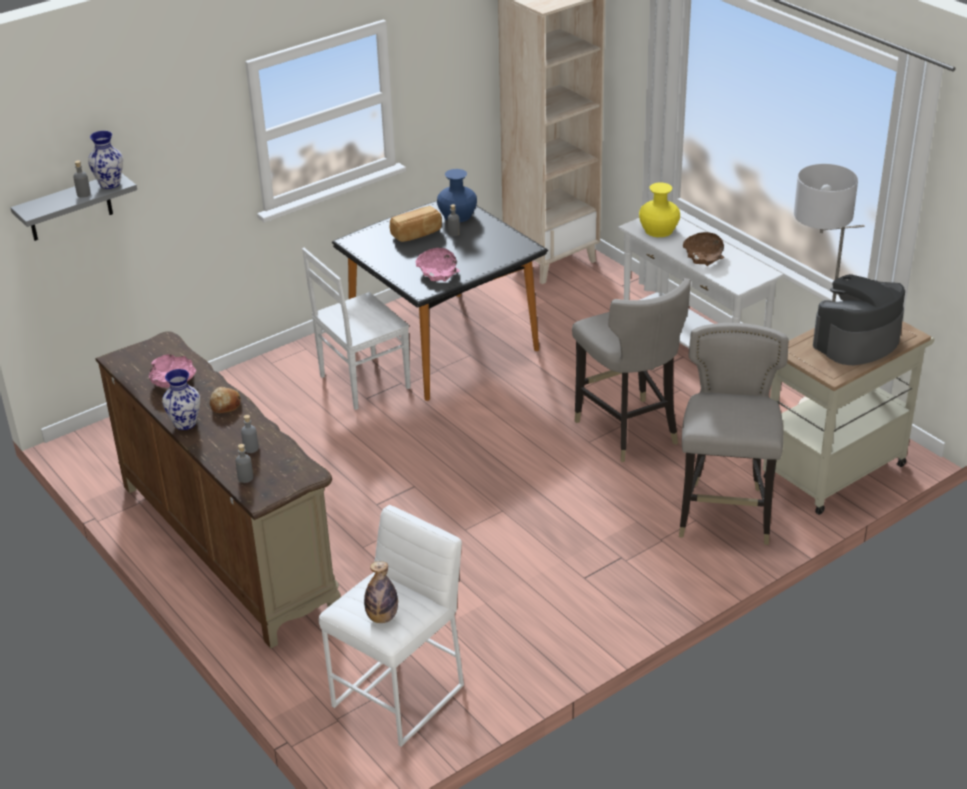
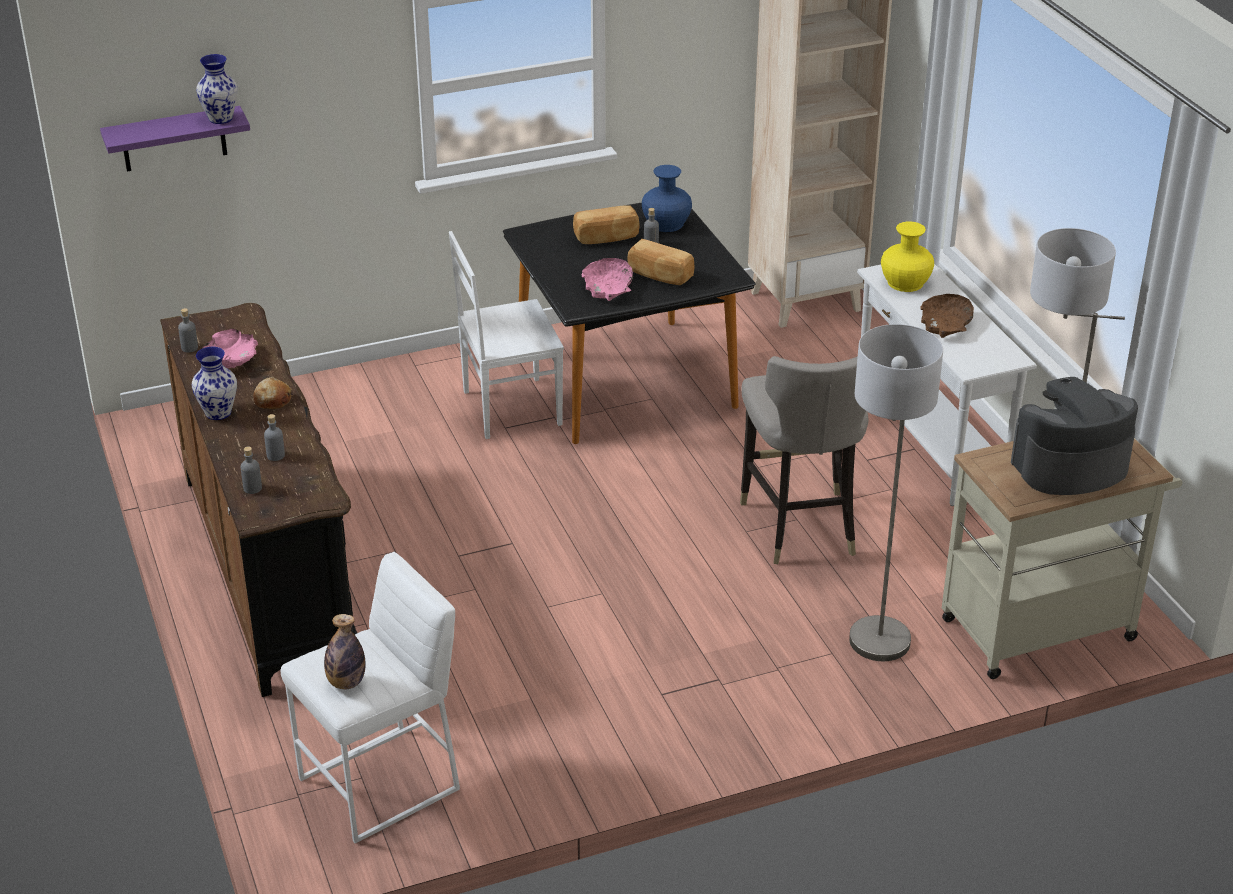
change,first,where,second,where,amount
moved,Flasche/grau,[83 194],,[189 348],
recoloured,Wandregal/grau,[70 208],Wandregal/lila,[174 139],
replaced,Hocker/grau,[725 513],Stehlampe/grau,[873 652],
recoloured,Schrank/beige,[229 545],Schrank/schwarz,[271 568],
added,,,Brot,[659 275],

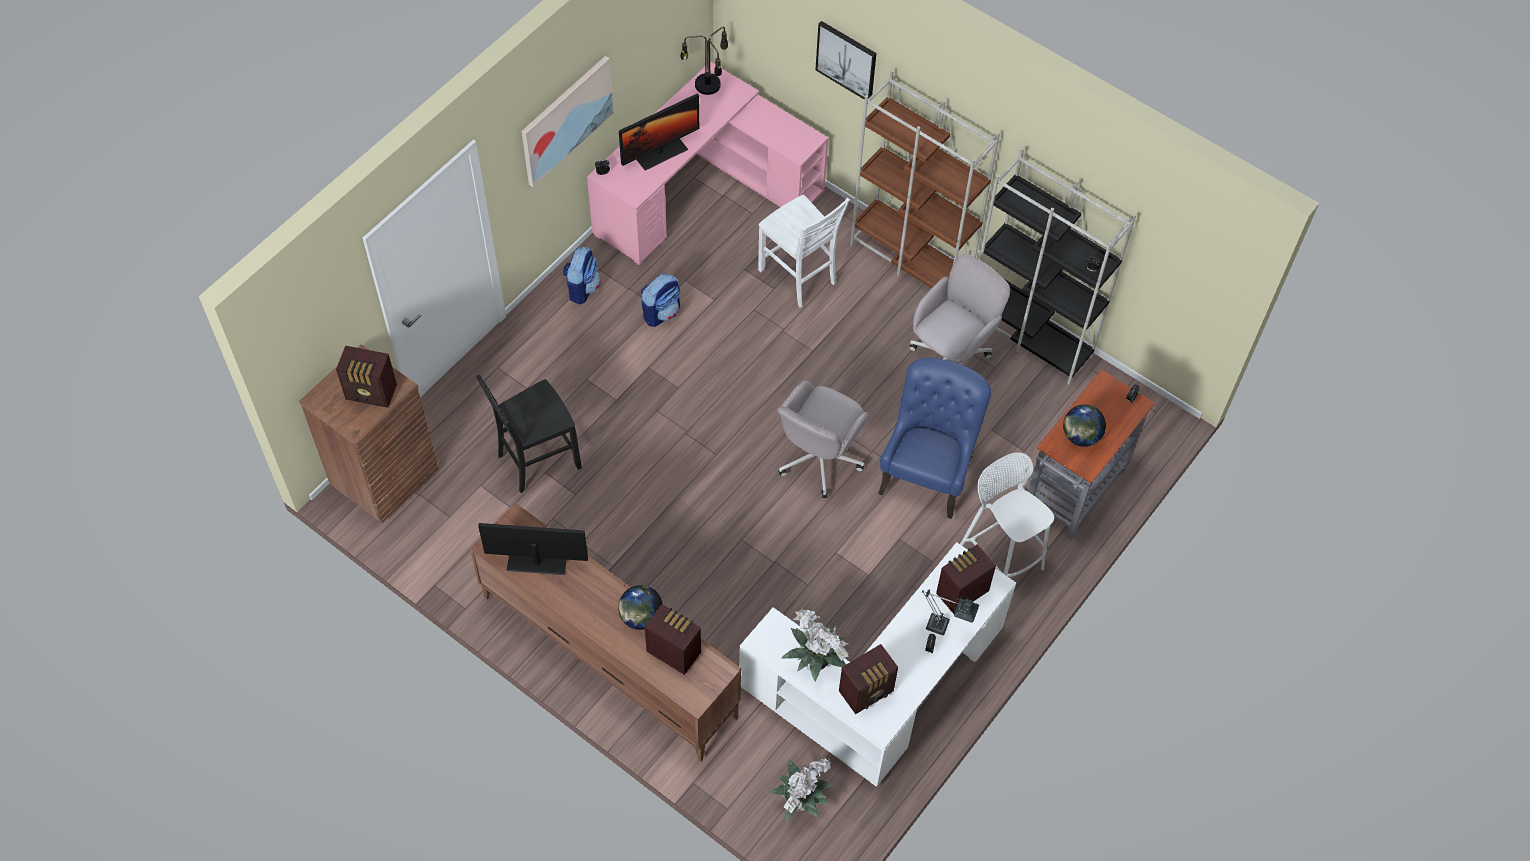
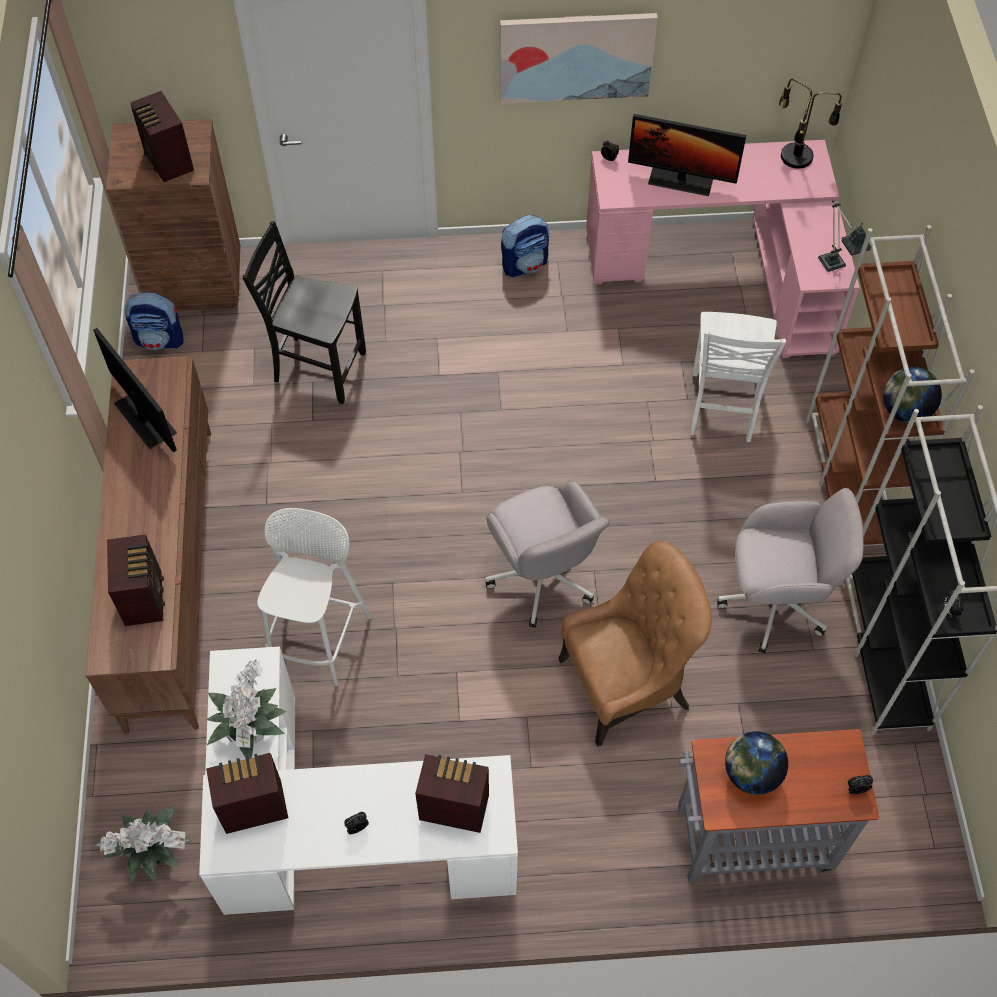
change,first,where,second,where,amount
removed,Bild,[846 60],,,
moved,Rucksack,[661 312],,[160 339],
recoloured,Stuhl/blau,[927 473],Stuhl/braun,[626 684],
turned,Bürostuhl/grau,[819 461],,[541 580],105 degrees counterclockwise
moved,Hocker/weiß,[1001 556],,[317 639],
moved,Globus,[641 617],,[904 411],
moved,Tischlampe,[943 626],,[834 267],
turned,Radio,[867 691],,[252 806],150 degrees clockwise

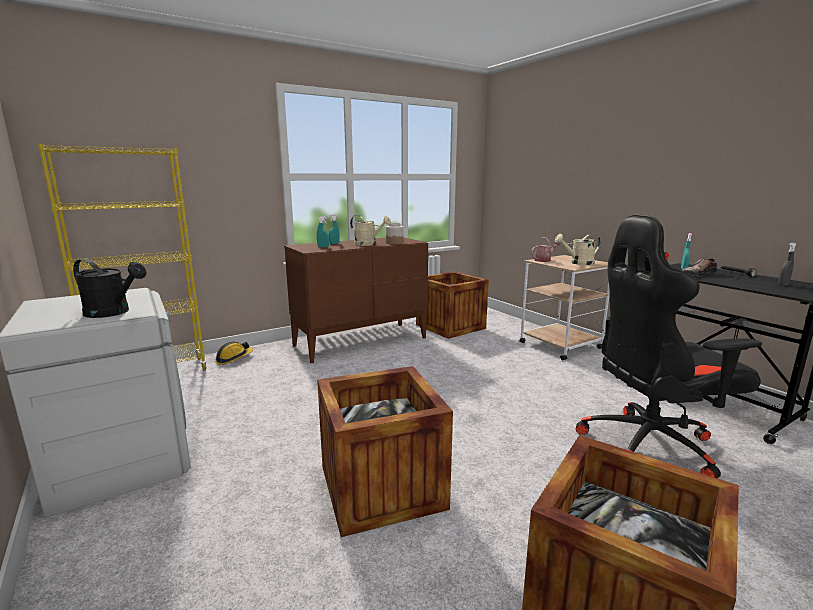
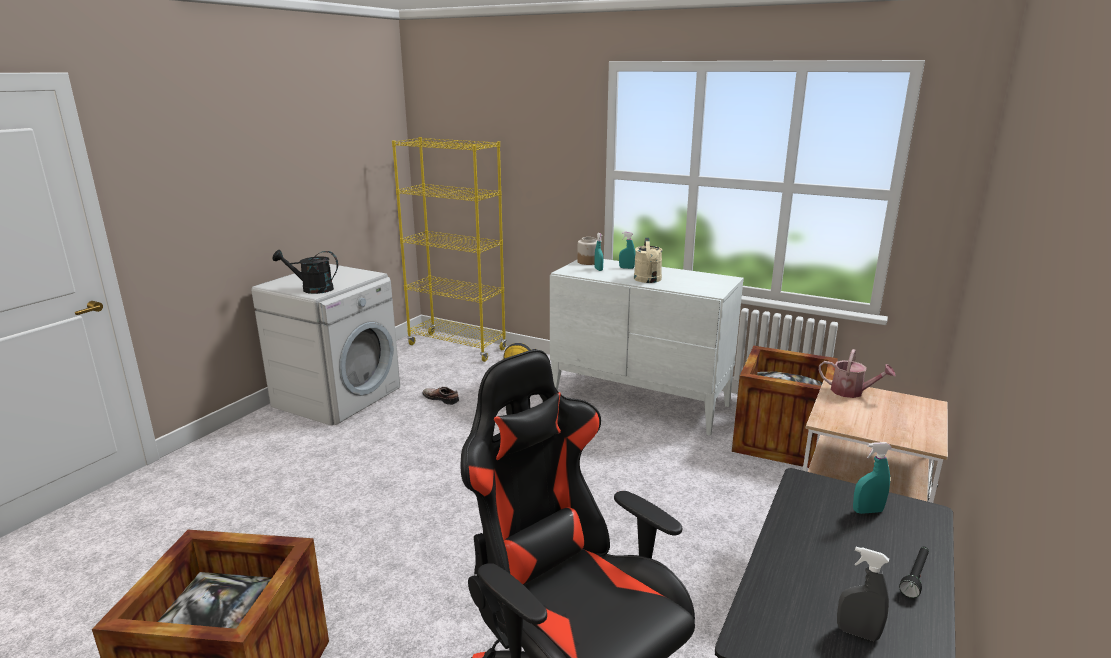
change,first,where,second,where,amount
moved,Vorratsglas,[394 243],,[588 262],
removed,Gießkanne/beige,[578 263],,,
recoloured,Schrank/braun,[361 342],Schrank/weiß,[639 401],
moved,Schuh,[697 273],,[442 398],
turned,Gießkanne/schwarz,[113 313],,[312 289],105 degrees clockwise
removed,Kiste,[381 487],,,

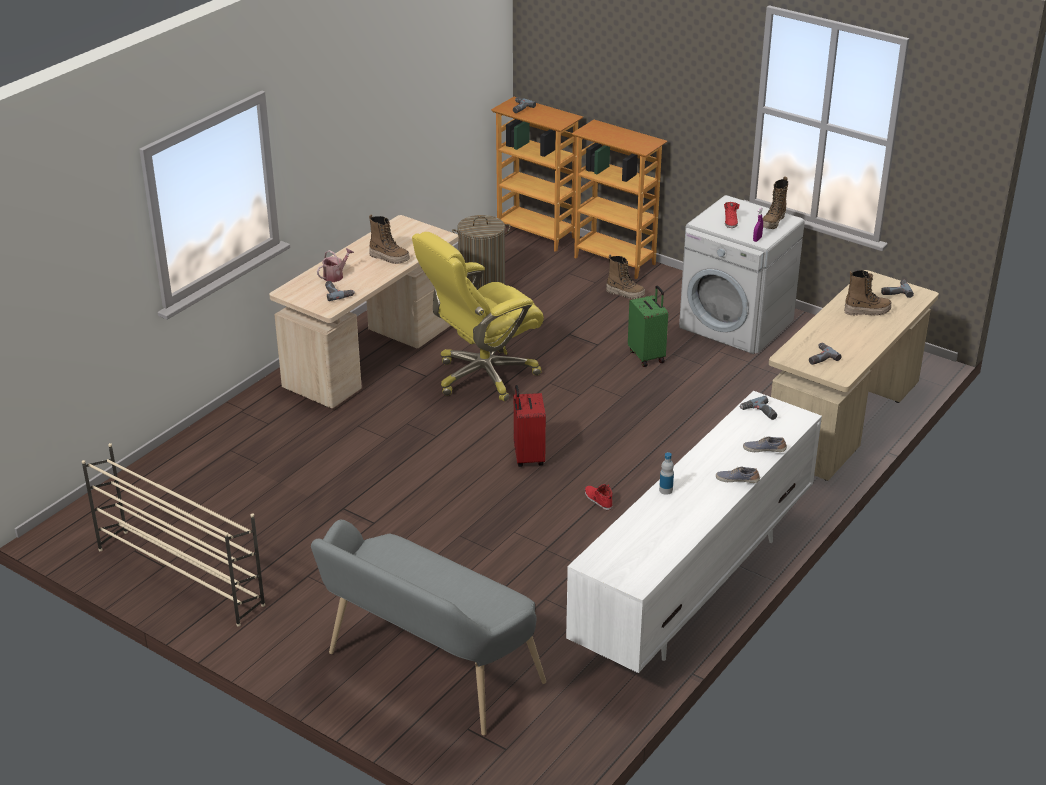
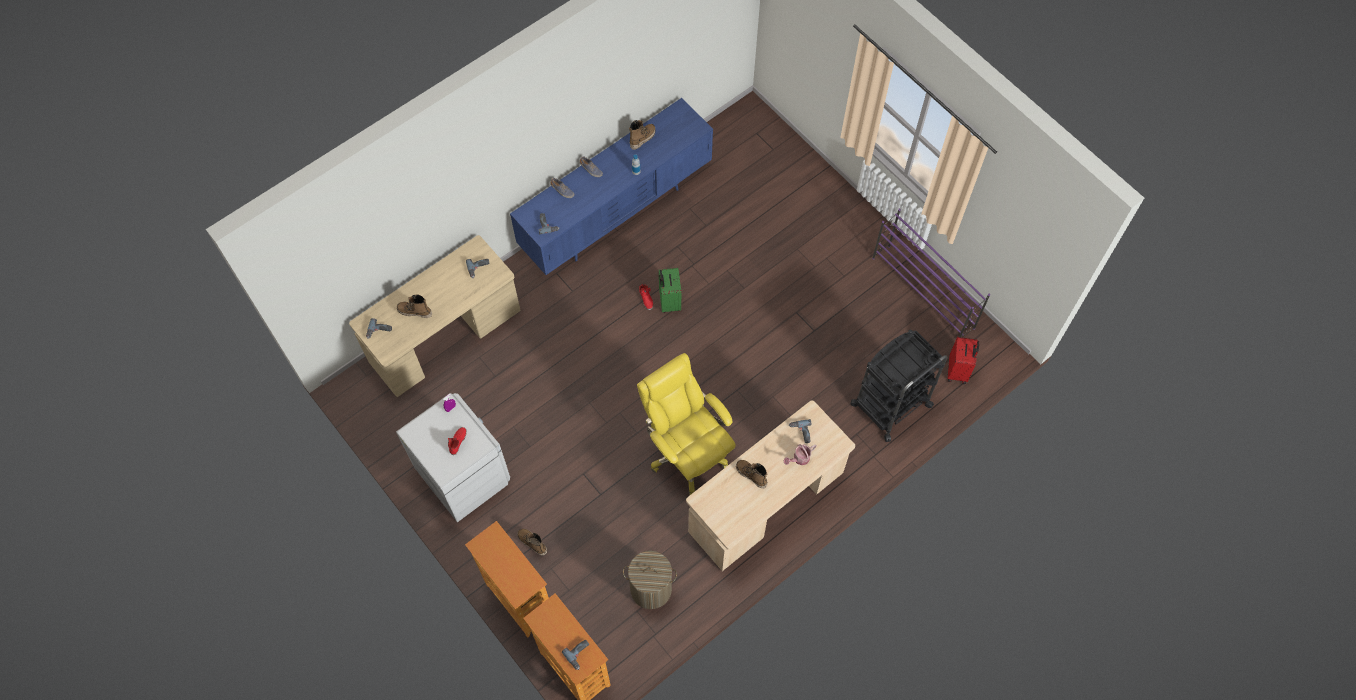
change,first,where,second,where,amount
moved,Stiefel,[773 222],,[642 138],
turned,Bürostuhl/gelb,[481 377],,[686 452],105 degrees counterclockwise
moved,Koffer/grün,[647 356],,[669 301],
moved,Koffer/rot,[527 457],,[958 371],
recoloured,Schrank/weiß,[695 589],Schrank/blau,[616 212],
recoloured,Schuhregal/beige,[179 576],Schuhregal/lila,[923 293],
removed,Bank/grau,[426 672],,,
added,,,Rollwagen/schwarz,[890 404],

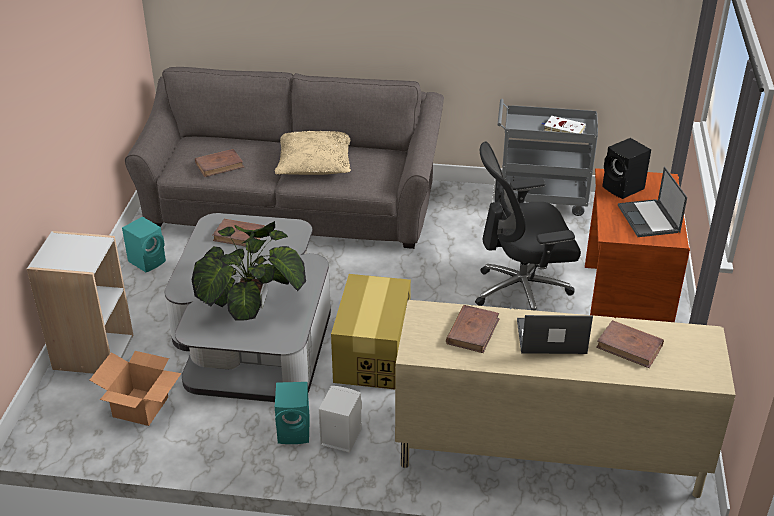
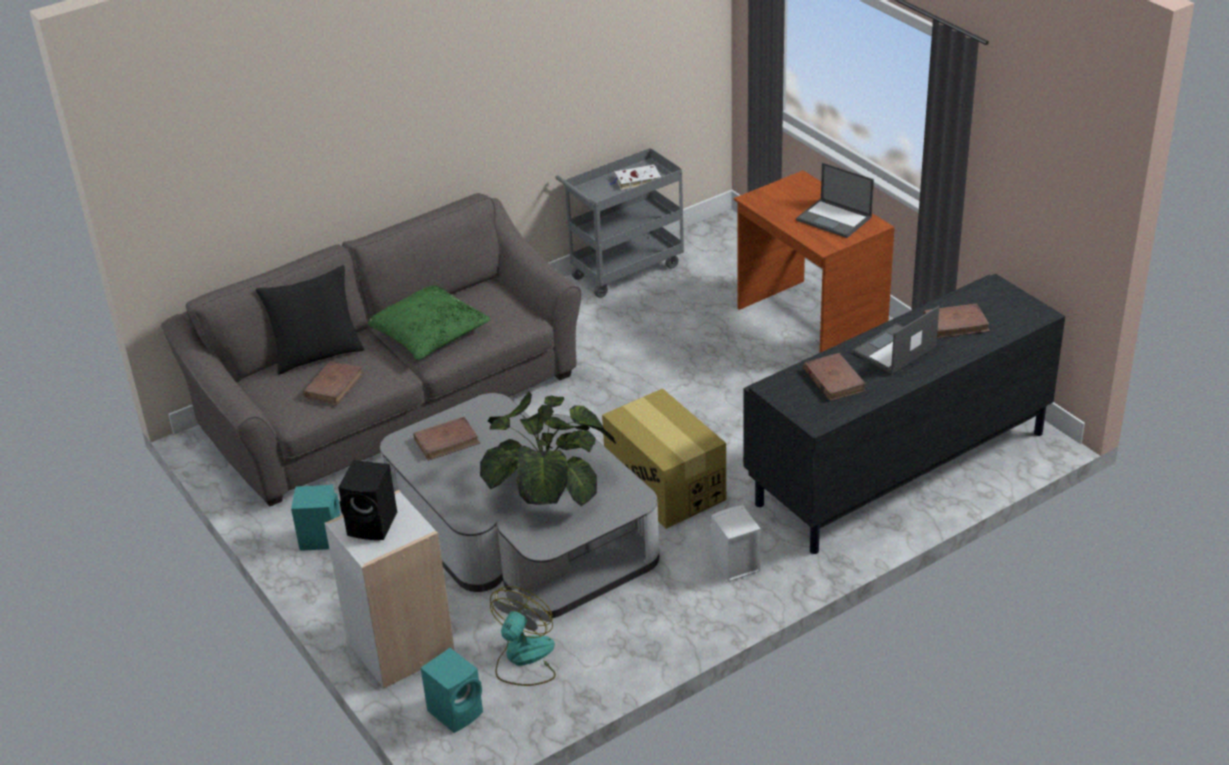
change,first,where,second,where,amount
recoloured,Kissen/beige,[314 163],Kissen/grün,[429 333],
moved,Lautsprecher/schwarz,[623 188],,[374 525],
removed,Bürostuhl,[522 290],,,
recoloured,Schrank/beige,[548 445],Schrank/schwarz,[898 465],
replaced,Karton,[140 406],Ventilator,[524 659],
moved,Lautsprecher/türkis,[295 431],,[457 711],
added,,,Kissen/schwarz,[317 355],

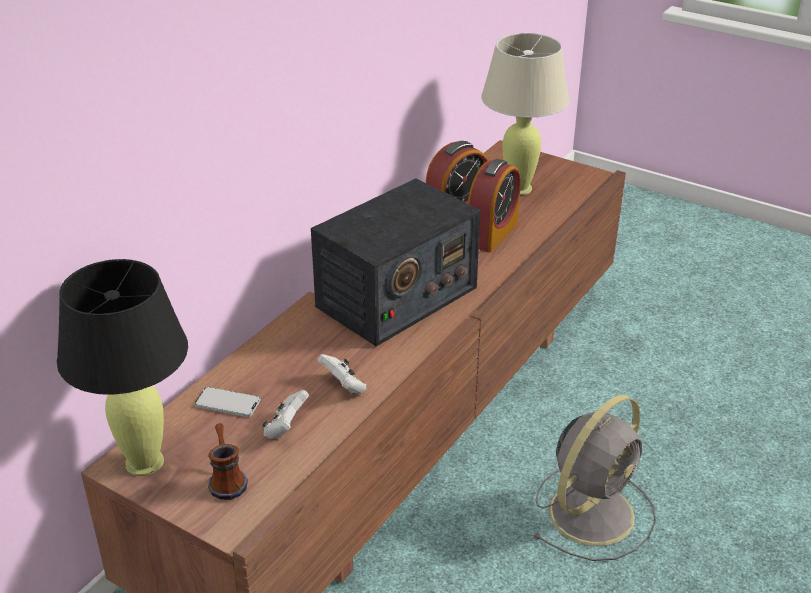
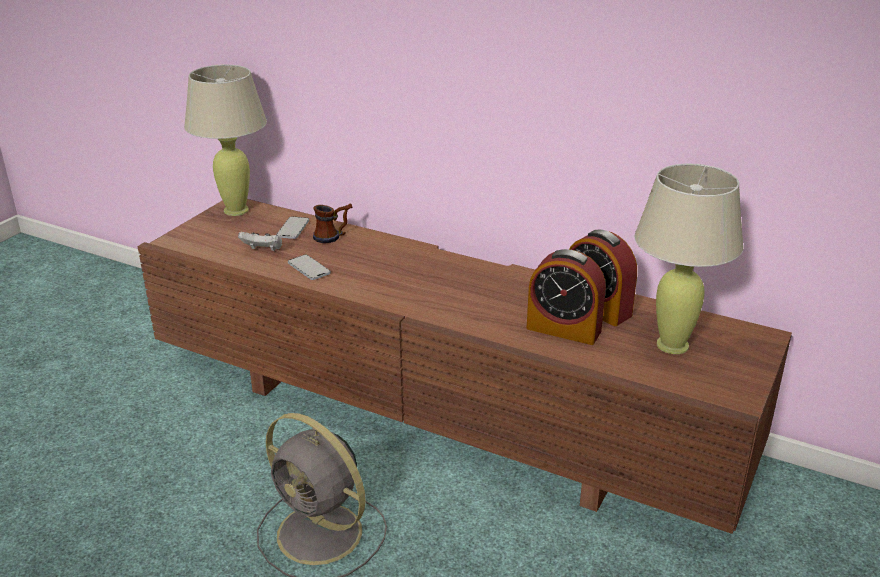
change,first,where,second,where,amount
removed,Radio,[396 297],,,
recoloured,Tischlampe/schwarz,[144 462],Tischlampe/beige,[236 210],
replaced,Gamepad/weiß,[344 387],Handy,[309 268],
moved,Henkelbecher,[227 479],,[333 236],

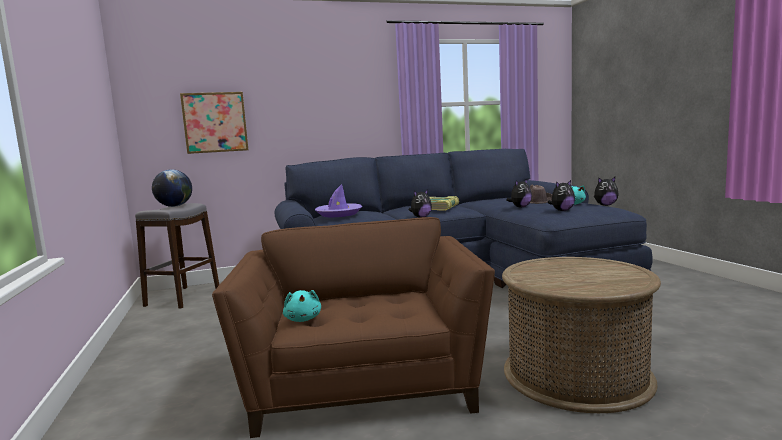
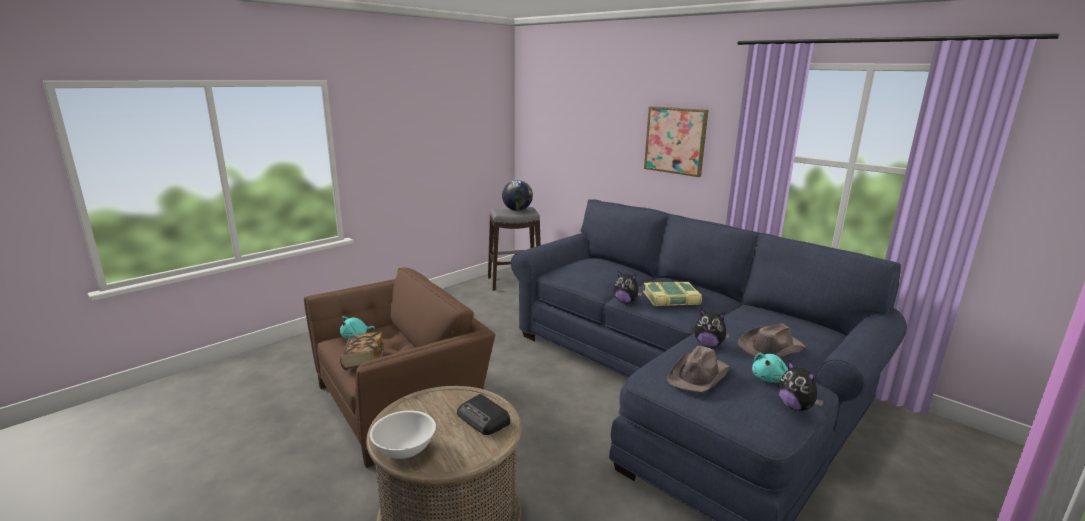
change,first,where,second,where,amount
moved,Bild,[215 122],,[675 140],
replaced,Plüschtier,[562 210],Hut/braun,[699 375],
removed,Hut/lila,[339 214],,,
added,,,Buch,[364 360],
added,,,Radio,[484 419],
added,,,Schüssel/weiß,[405 449],

